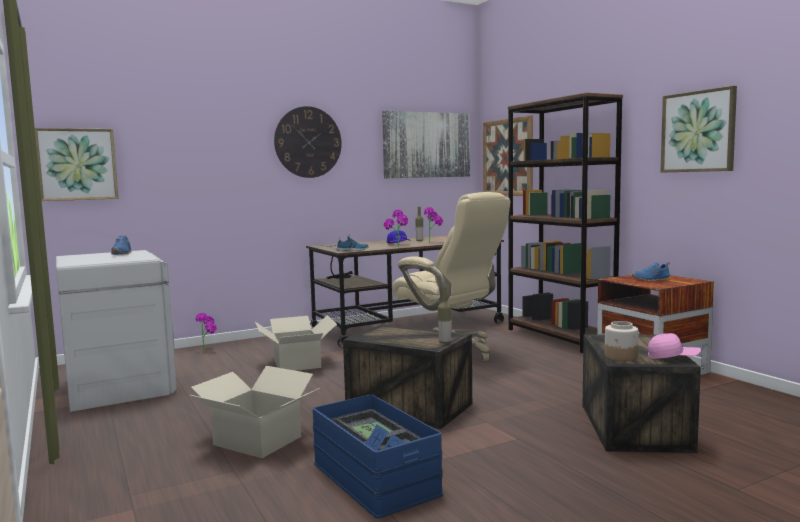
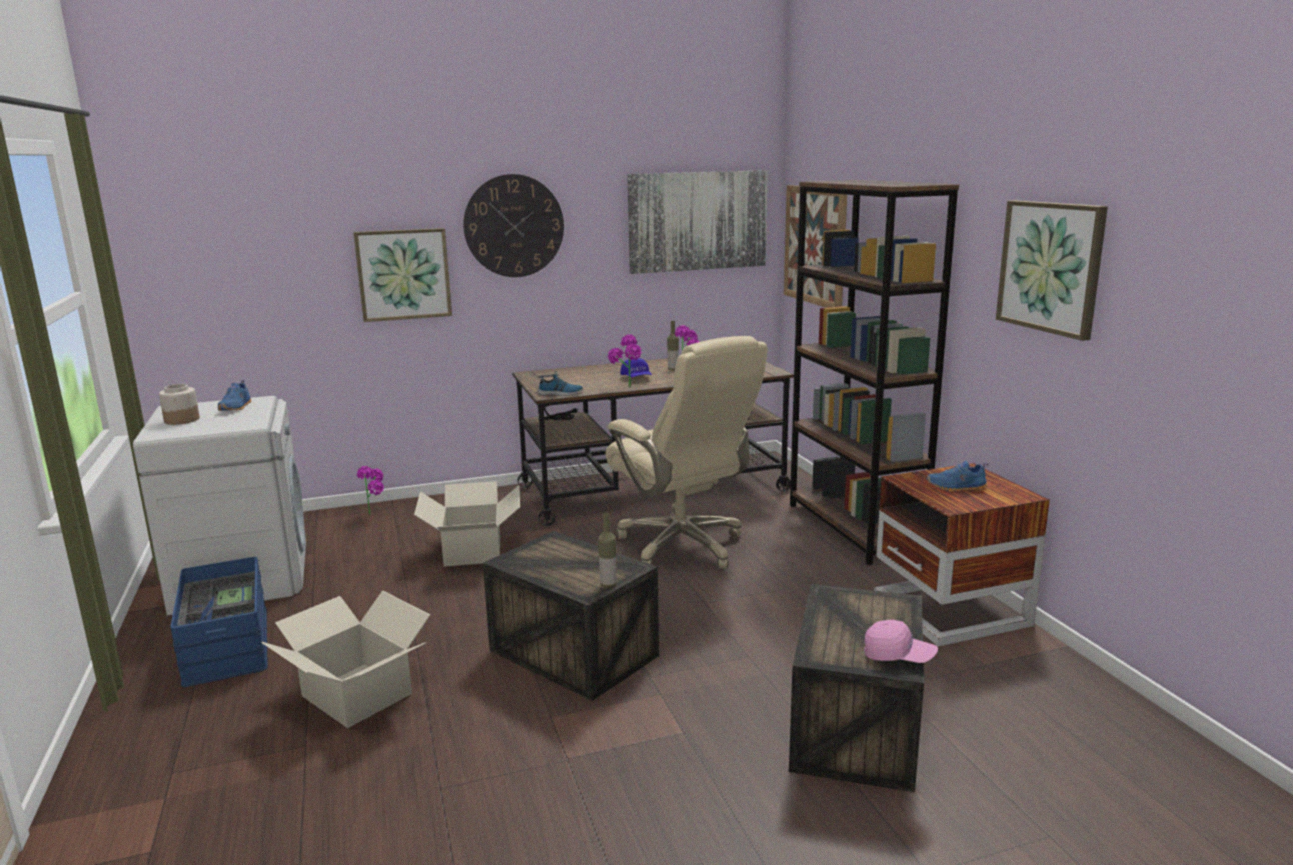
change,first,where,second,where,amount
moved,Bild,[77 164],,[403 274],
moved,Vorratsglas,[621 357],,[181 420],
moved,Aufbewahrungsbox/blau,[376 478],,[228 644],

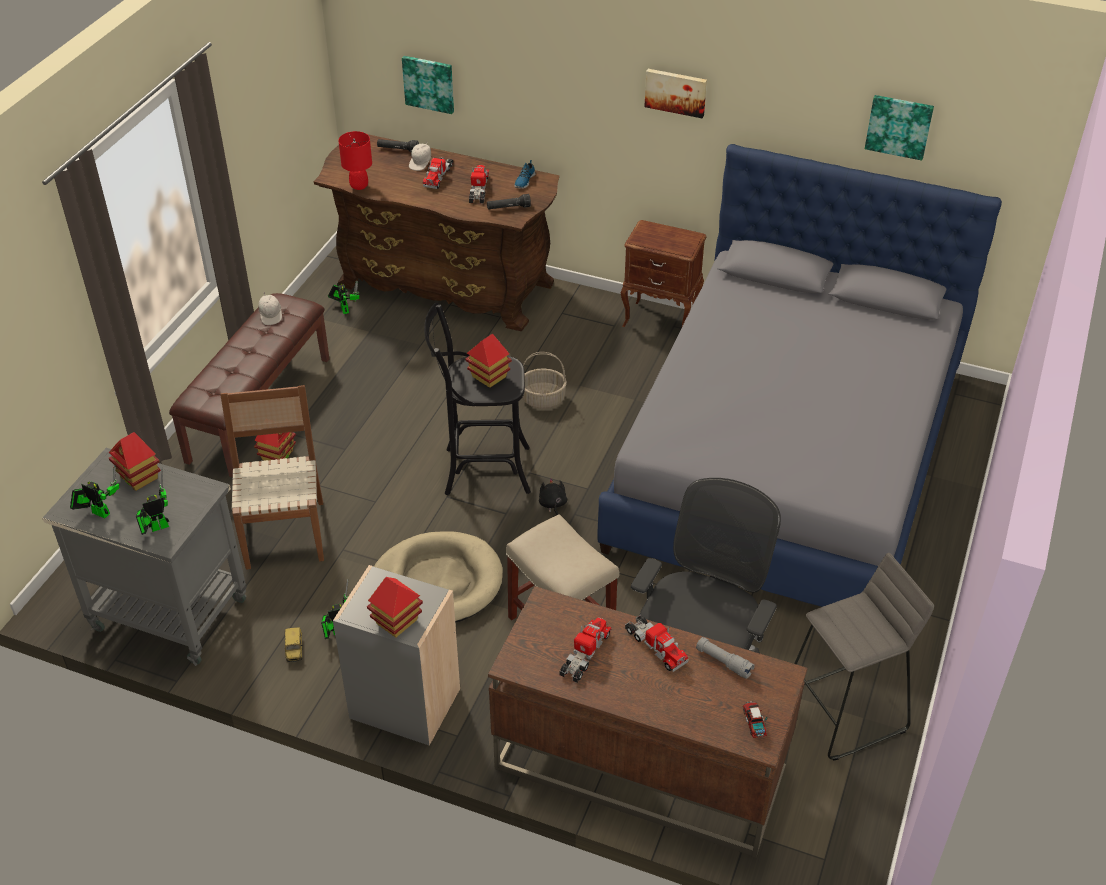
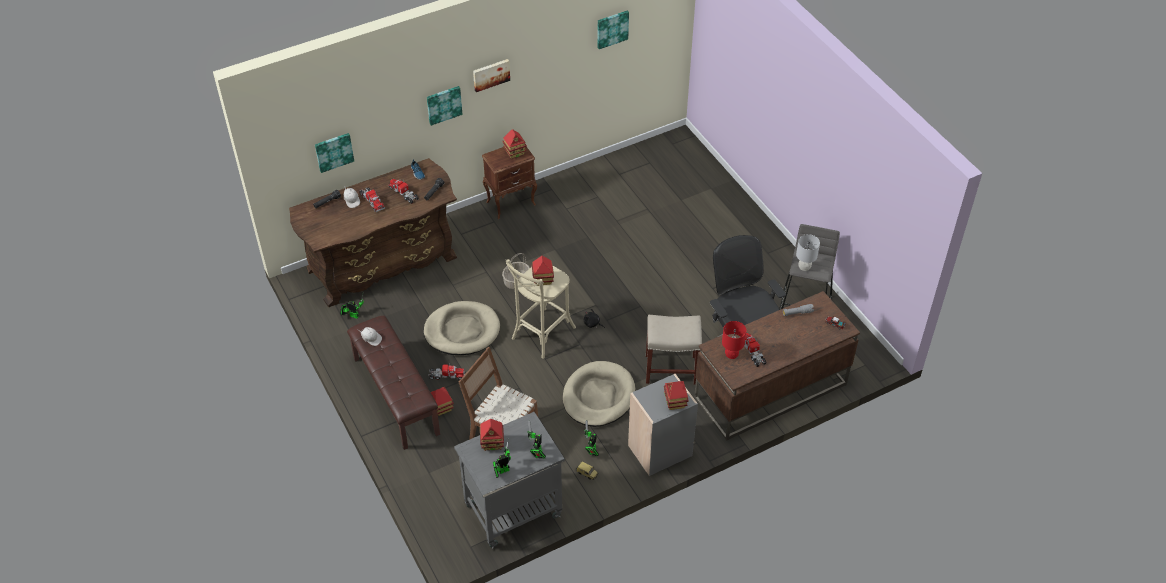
change,first,where,second,where,amount
moved,Tischlampe/rot,[359 186],,[731 355],
removed,Bett/grau,[788 458],,,
recoloured,Hocker/schwarz,[482 470],Hocker/beige,[541 335],
moved,Spielzeuglaster,[655 646],,[446 375],
added,,,Bild,[443 104],
added,,,Spielzeughaus,[515 153],
added,,,Tischlampe/grau,[804 268],
added,,,Hundebett/beige,[462 331],

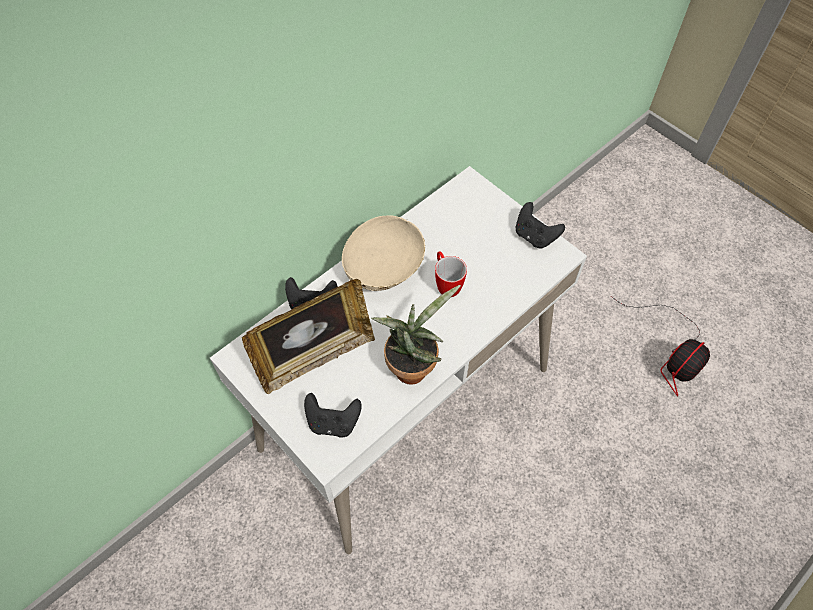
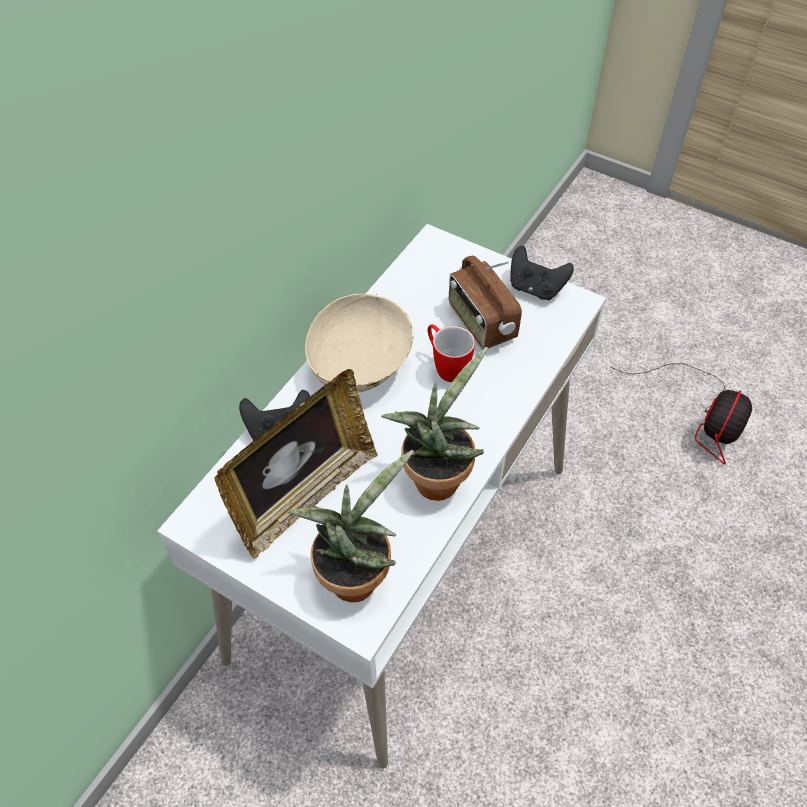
change,first,where,second,where,amount
replaced,Gamepad/schwarz,[333 422],Topfpflanze,[355 573],
added,,,Radio,[480 323],

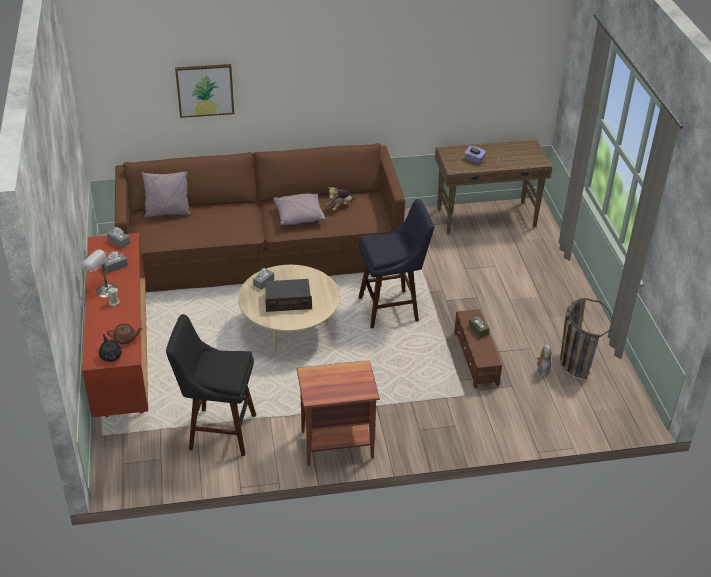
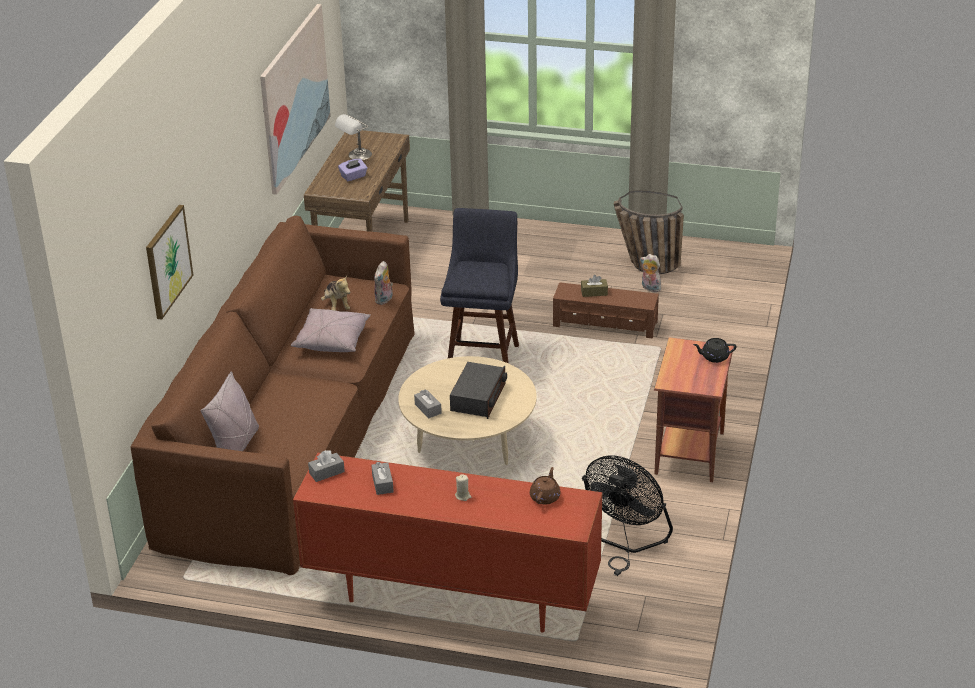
change,first,where,second,where,amount
moved,Tischlampe/weiß,[102 289],,[356 156],
replaced,Hocker/schwarz,[217 431],Ventilator/schwarz,[621 539],
moved,Teekanne/schwarz,[110 355],,[714 357],
added,,,Bild,[294 97],
added,,,Plüschtier,[384 300],

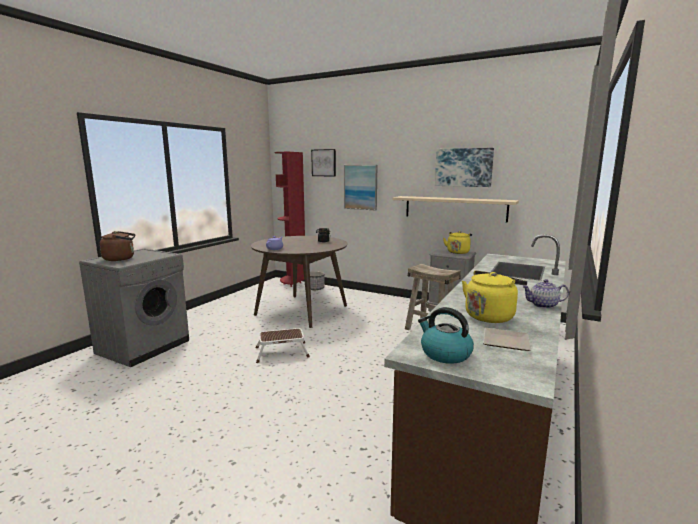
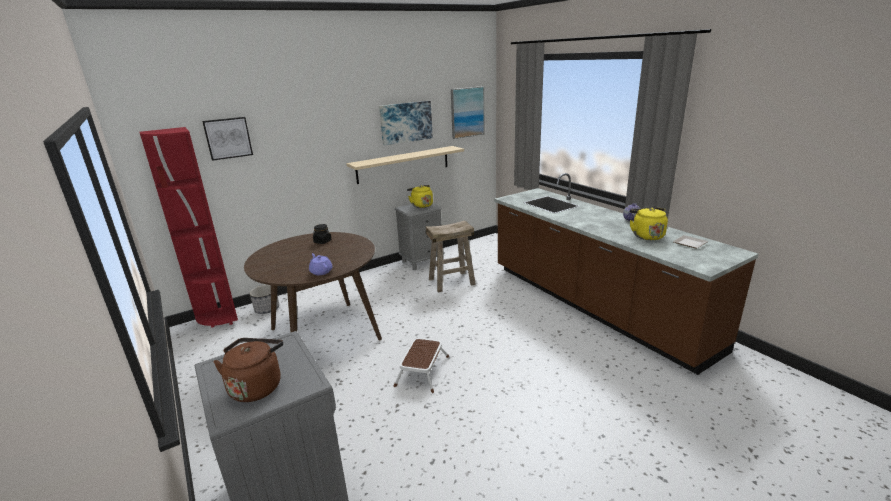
change,first,where,second,where,amount
moved,Bild,[361 187],,[467 112],
removed,Wasserkessel,[445 354],,,

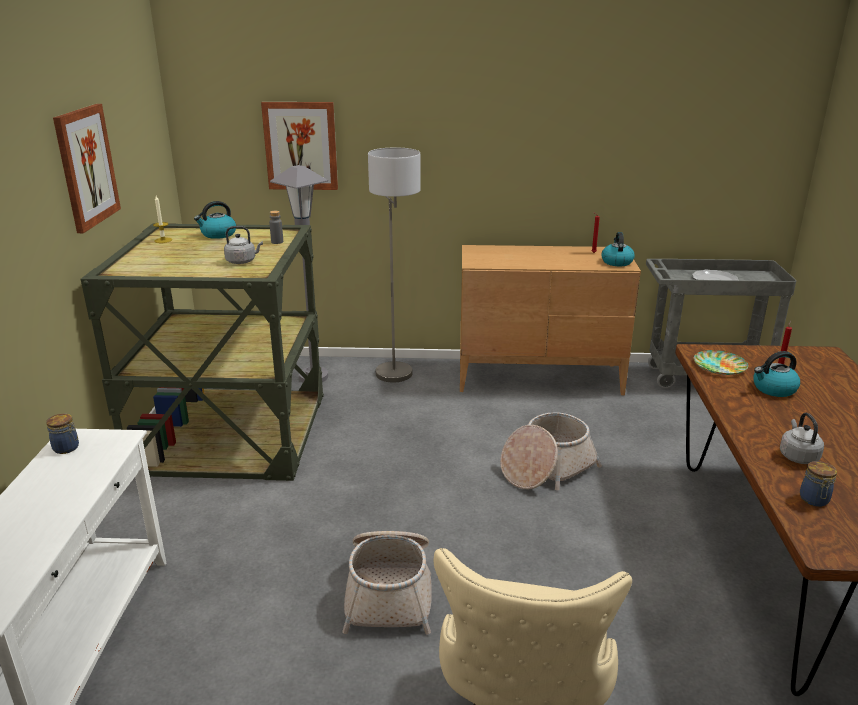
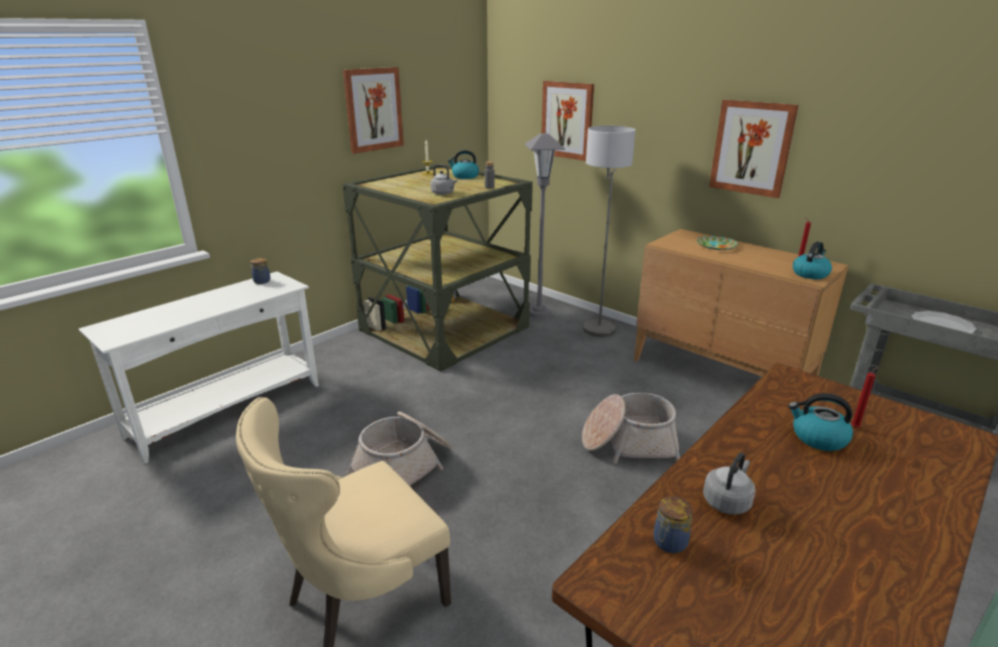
change,first,where,second,where,amount
moved,Teller,[719 366],,[716 246],
added,,,Bild,[752 148],

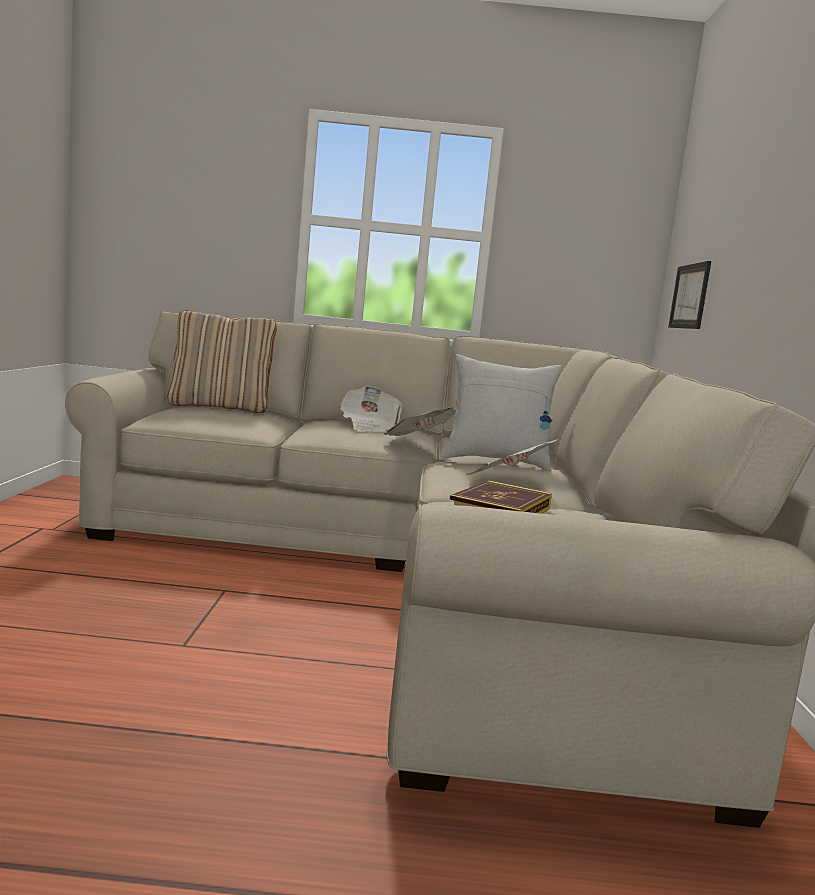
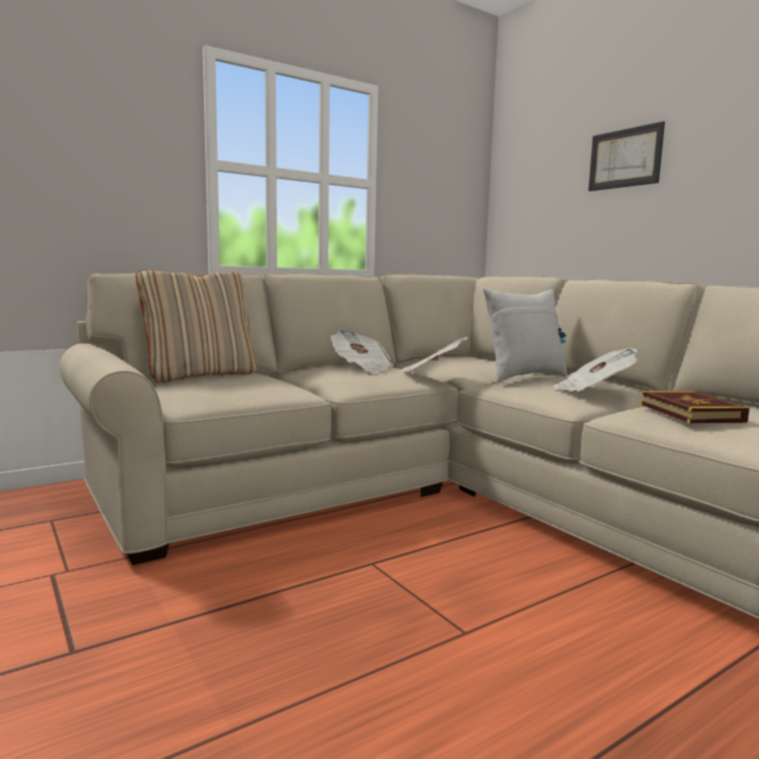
change,first,where,second,where,amount
moved,Bild,[690 296],,[625 158],

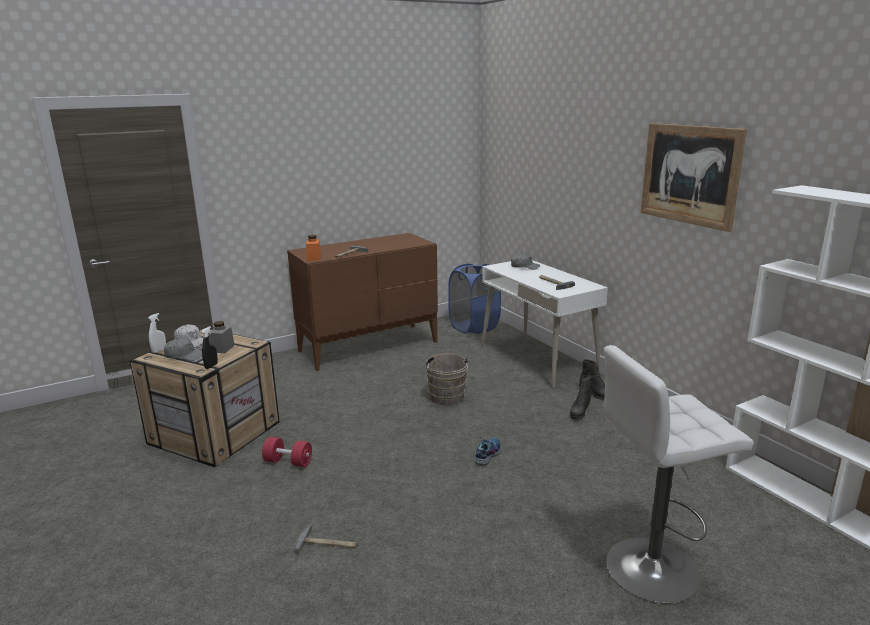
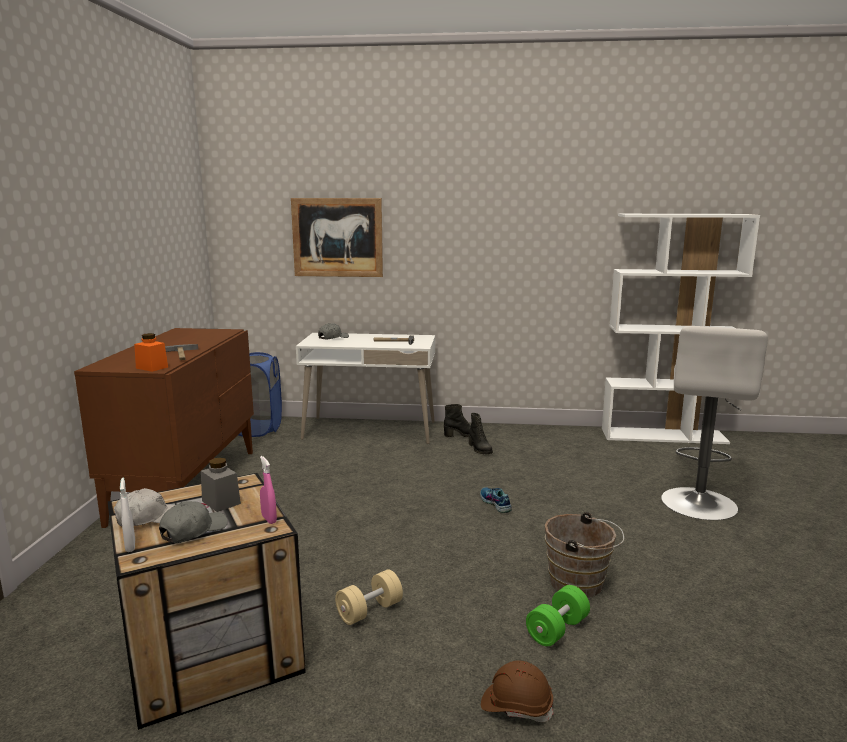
change,first,where,second,where,amount
moved,Bild,[689 174],,[337 237],
recoloured,Sprühflasche/schwarz,[211 366],Sprühflasche/rosa,[269 519],
moved,Eimer/braun,[447 398],,[580 584],
recoloured,Hantel/rot,[288 462],Hantel/beige,[369 611],
replaced,Hammer,[328 543],Hantel/grün,[557 629],
added,,,Schutzhelm/braun,[516 706],

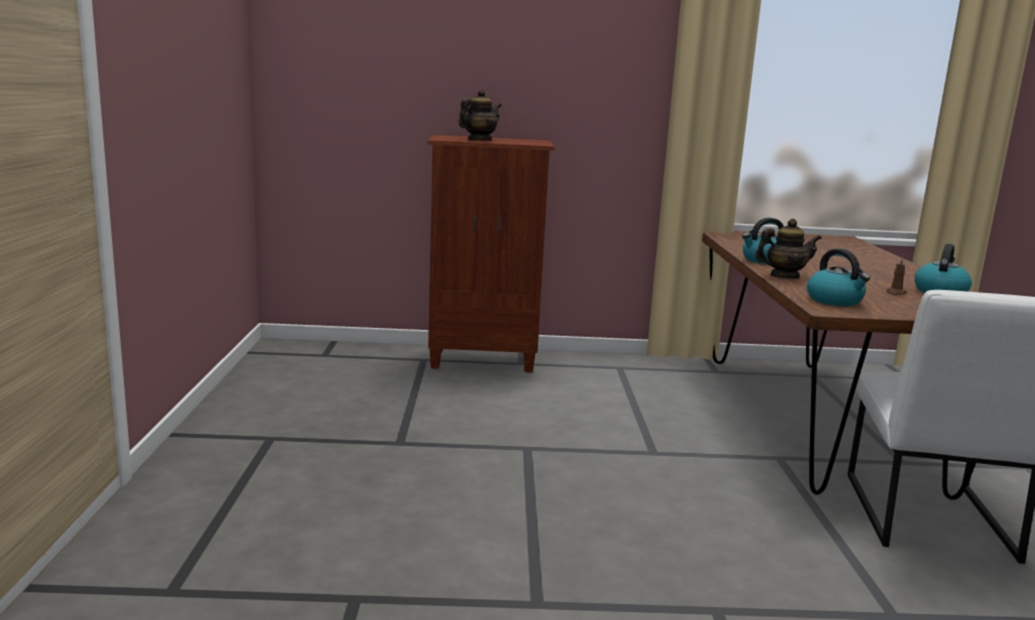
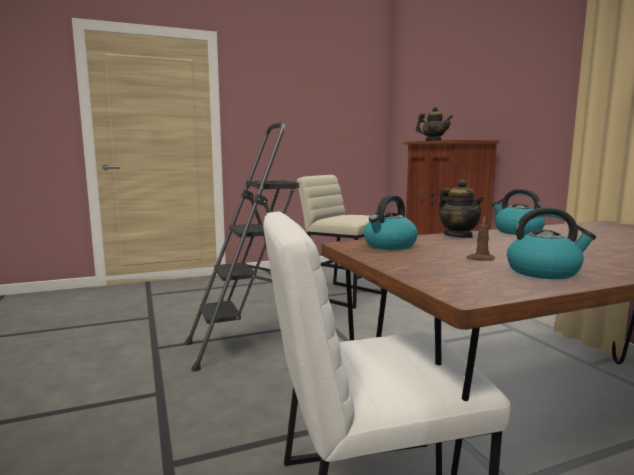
change,first,where,second,where,amount
added,,,Trittleiter,[254 346],
added,,,Stuhl/beige,[341 294],

